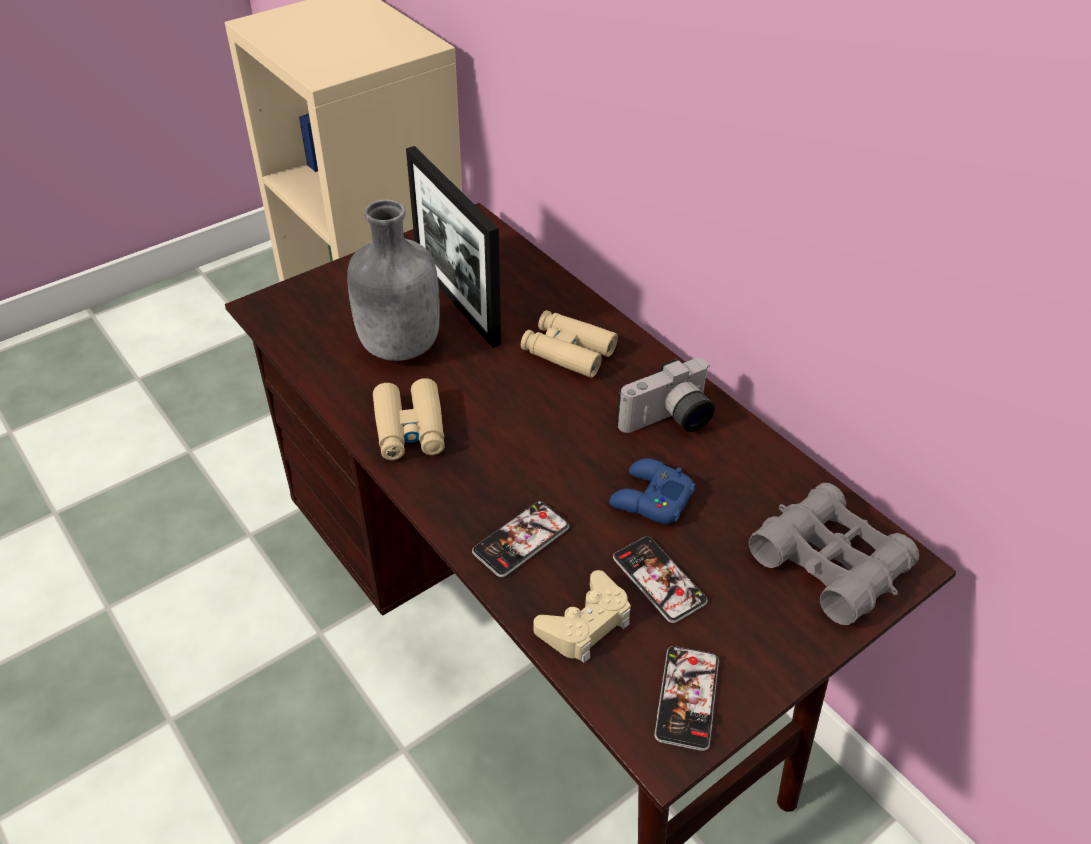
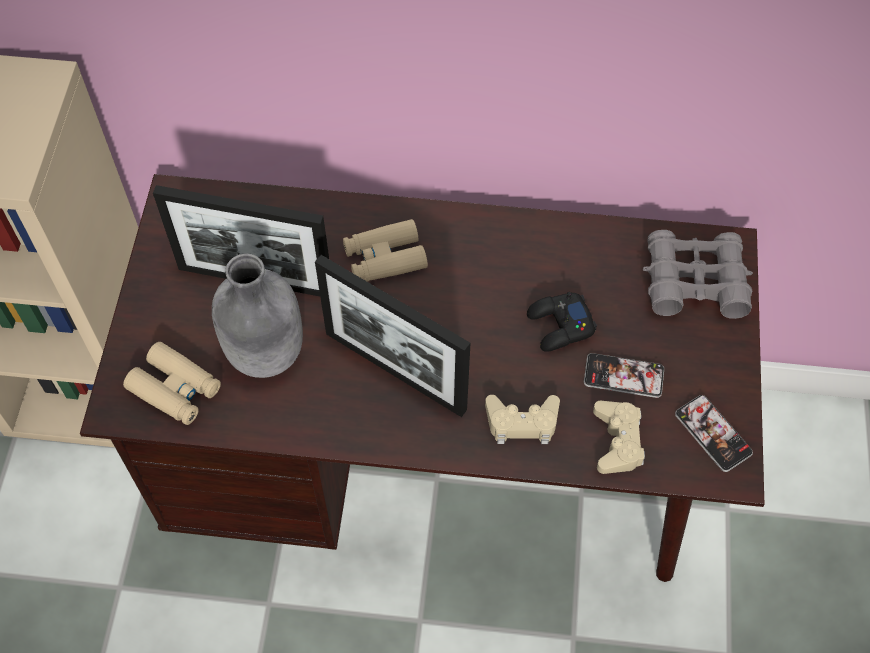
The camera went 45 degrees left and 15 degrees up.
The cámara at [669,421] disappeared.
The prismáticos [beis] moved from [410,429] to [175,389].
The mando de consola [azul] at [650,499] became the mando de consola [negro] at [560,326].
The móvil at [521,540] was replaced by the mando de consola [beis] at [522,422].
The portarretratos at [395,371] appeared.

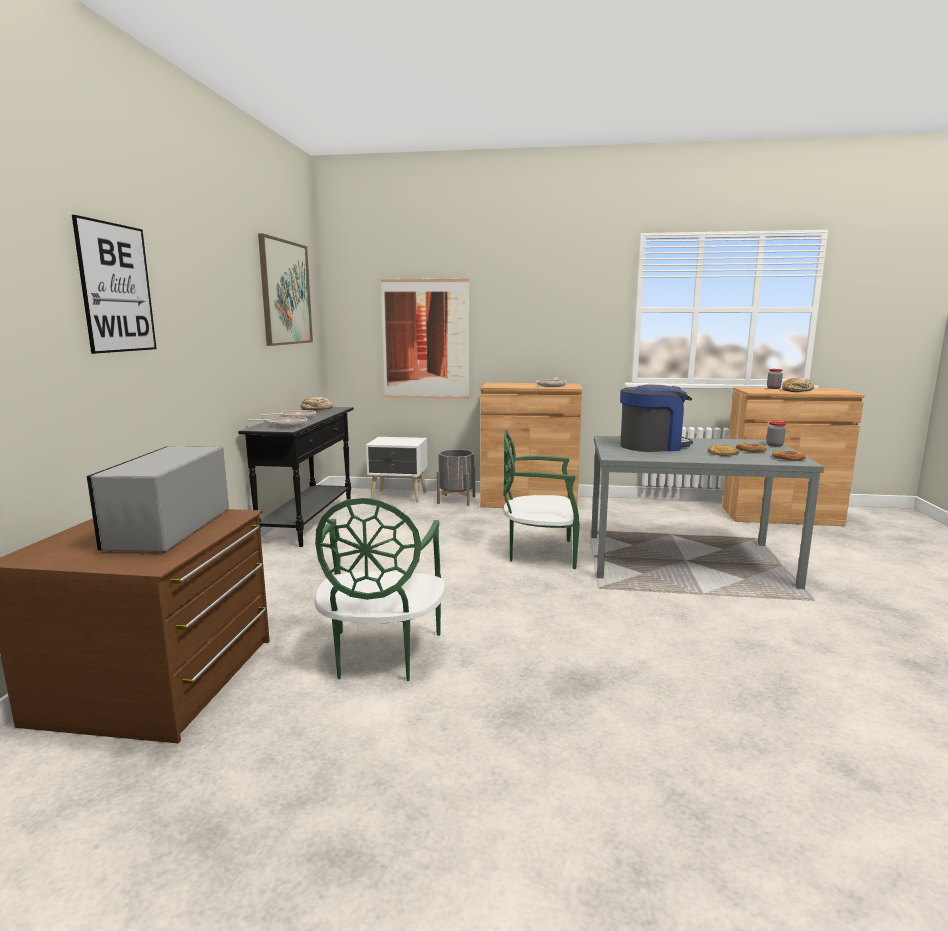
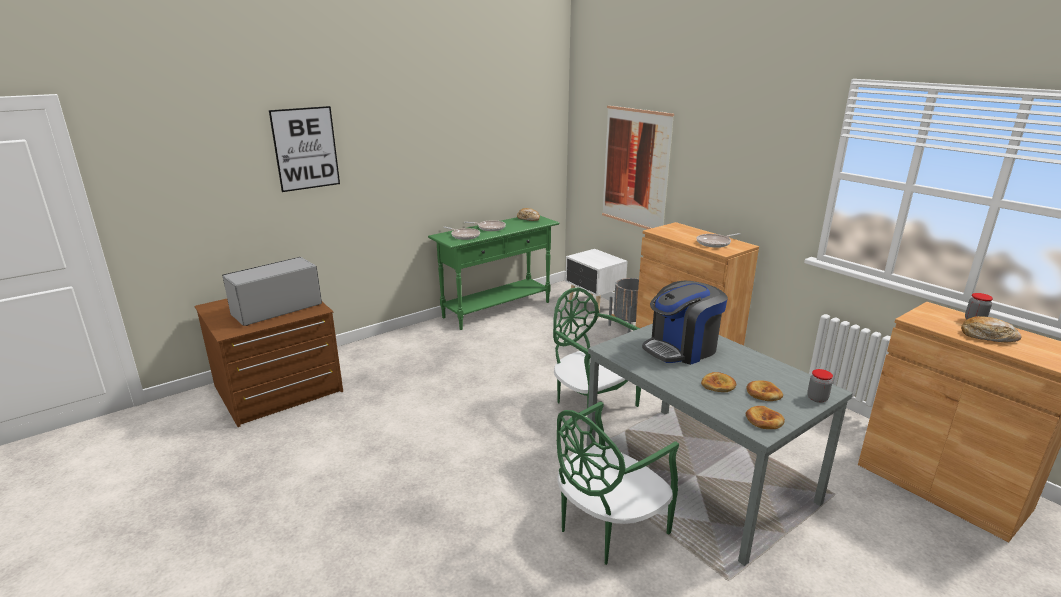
The camera went 45 degrees right and 10 degrees up.
The cuadro at [285,293] disappeared.
The cafetera at [652,446] turned 120 degrees clockwise.
The mesa consola [negro] at [309,522] became the mesa consola [verde] at [497,310].
The silla [verde] moved from [381,655] to [607,528].

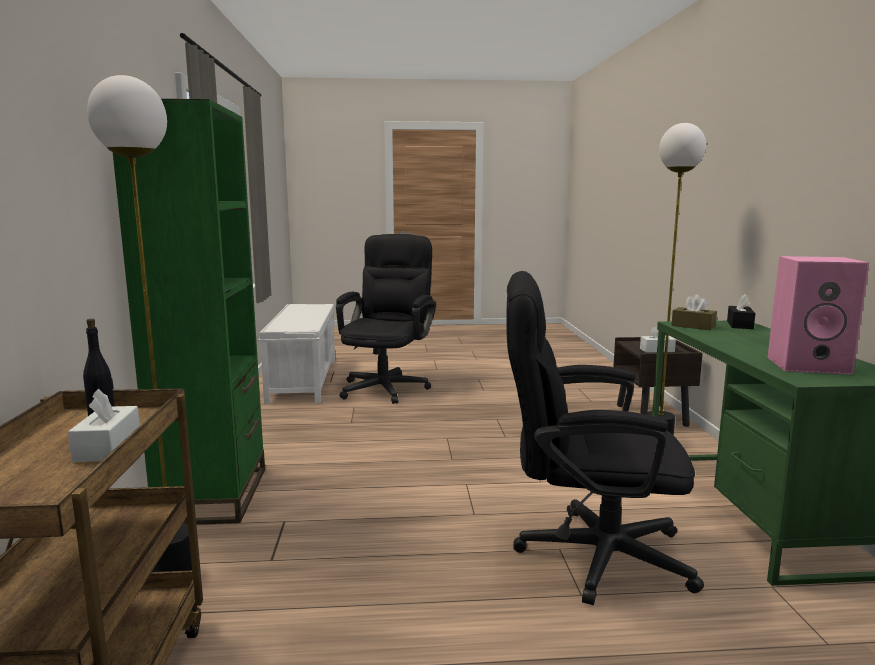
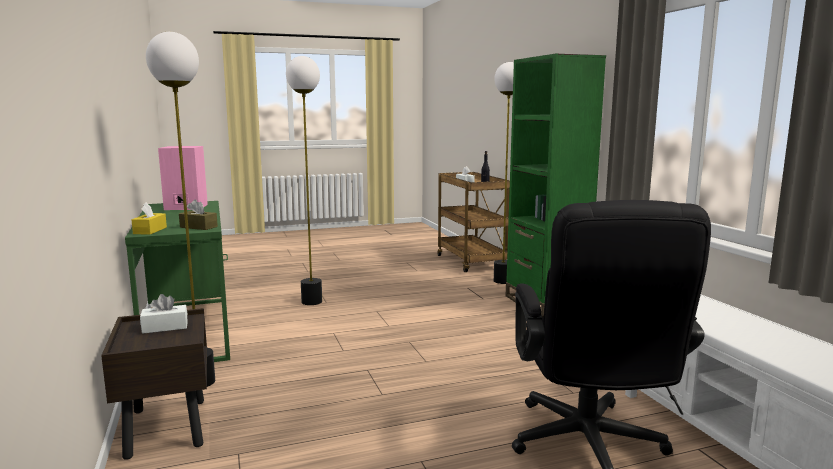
The camera went 165 degrees right and 0 degrees up.
The silla de oficina [negro] at [586,554] was replaced by the lámpara de pie at [312,302].
The caja de pañuelos [negro] at [739,325] became the caja de pañuelos [amarillo] at [150,230].

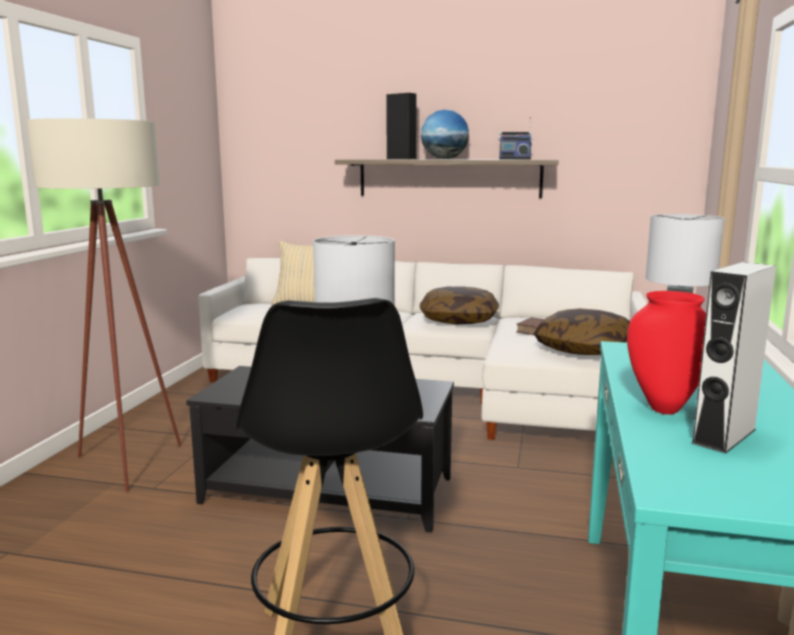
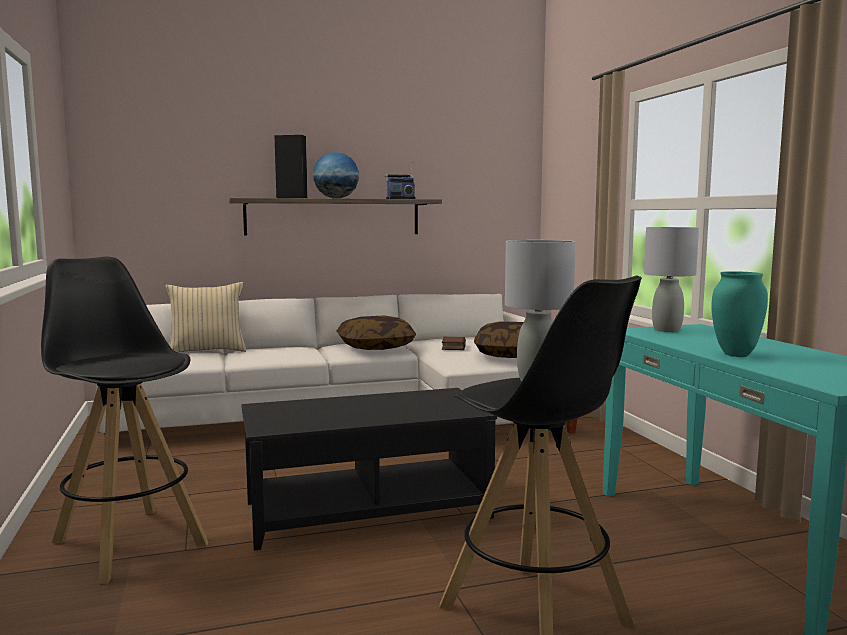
The camera went 30 degrees left and 5 degrees down.
The lámpara de pie [beis] at [128,469] was replaced by the taburete [negro] at [129,542].
The altavoz [gris] at [724,436] disappeared.
The florero [rojo] at [664,408] became the florero [turquesa] at [735,354].

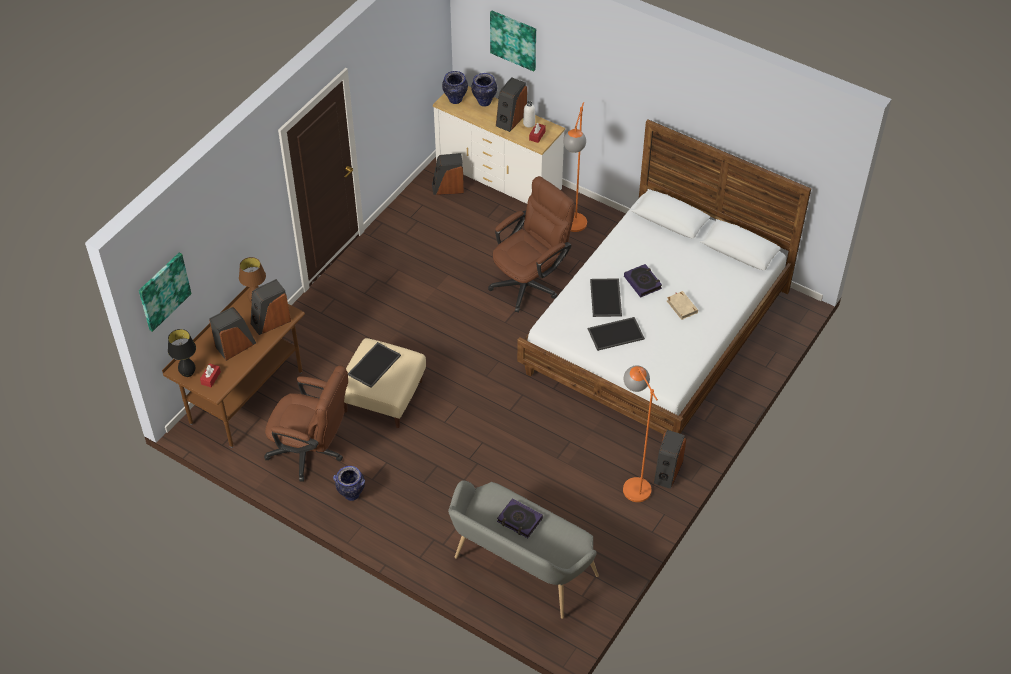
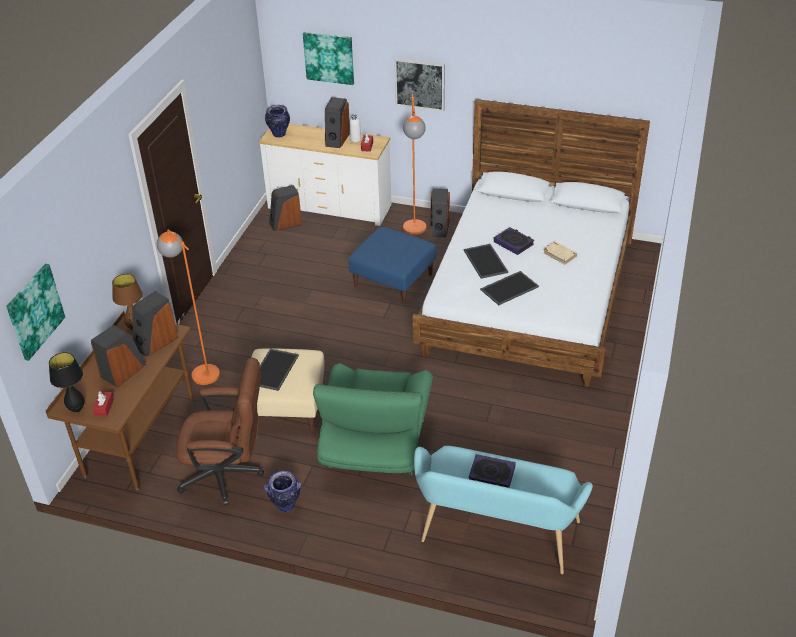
The camera went 15 degrees left and 10 degrees down.
The florero at [484,102] disappeared.
The silla de oficina [marrón] at [530,282] was replaced by the puf [azul] at [394,280].
The lámpara de pie [naranja] moved from [632,482] to [200,370].
The altavoz moved from [667,471] to [439,228].
The banco [gris] at [520,570] became the banco [turquesa] at [496,536].
The cuadro at [420,83] appeared.
The sillón [verde] at [375,446] appeared.

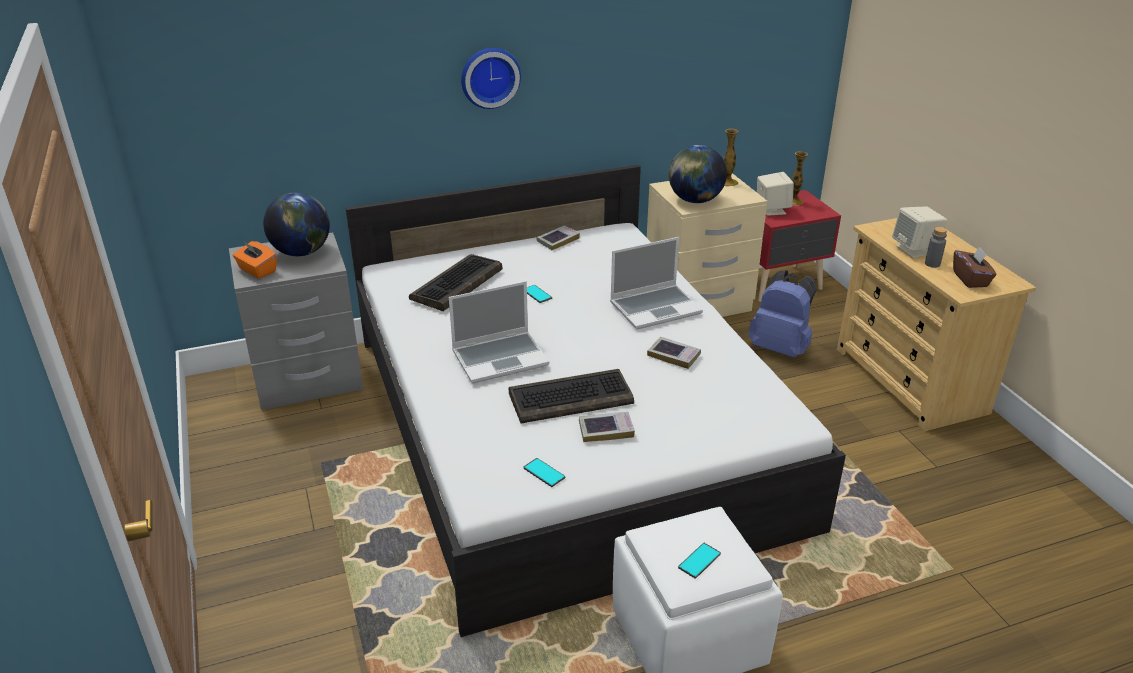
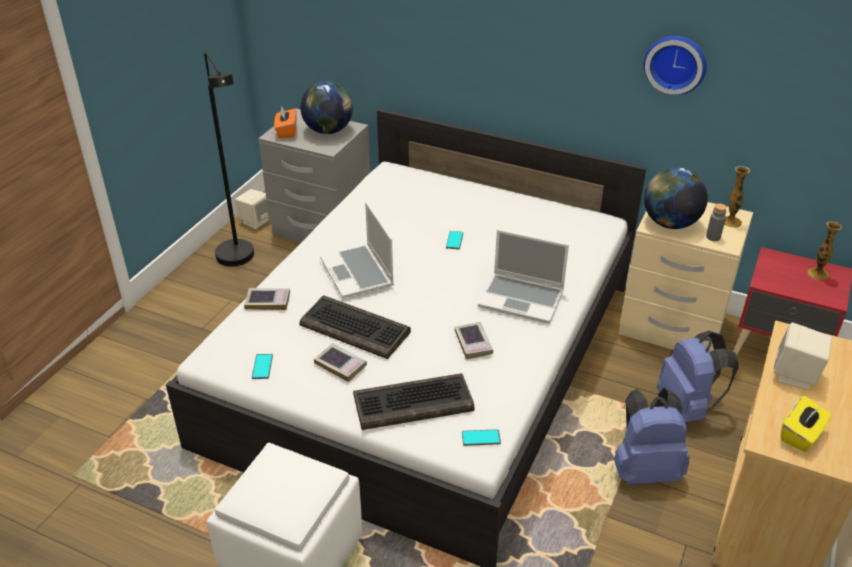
The camera went 45 degrees right and 5 degrees up.
The reloj de pared moved from [489,77] to [675,63].
The altavoz [beis] moved from [772,210] to [255,221].
The libro moved from [558,240] to [268,301].
The botella [gris] moved from [932,264] to [713,237].
The caja de pañuelos [marrón] at [970,279] became the caja de pañuelos [amarillo] at [801,435].
The teclado moved from [457,284] to [412,404].
The portátil at [501,358] turned 45 degrees clockwise.
The móvil moved from [699,561] to [481,438].
The lámpara de pie [negro] at [239,260] appeared.
The mochila [azul] at [645,469] appeared.

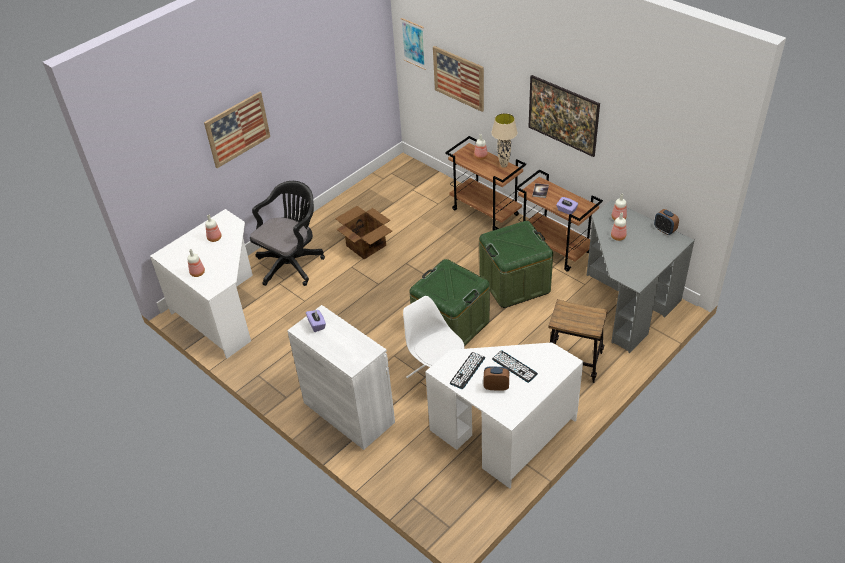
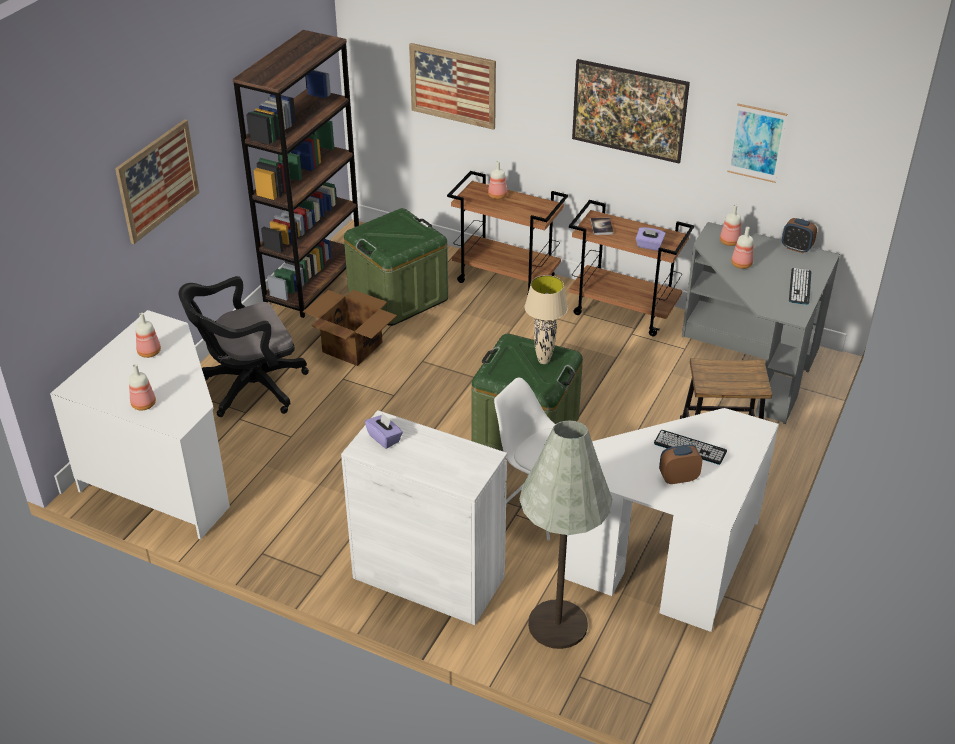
The camera went 20 degrees left and 5 degrees down.
The cuadro moved from [413,43] to [756,143].
The lámpara de mesa [beis] moved from [504,165] to [544,361].
The silla de oficina [negro] at [292,263] turned 135 degrees counterclockwise.
The caja de almacenaje [verde] moved from [514,283] to [398,297].
The teclado moved from [467,370] to [800,286].
The estantería [marrón] at [313,281] appeared.
The lámpara de pie [gris] at [558,625] appeared.

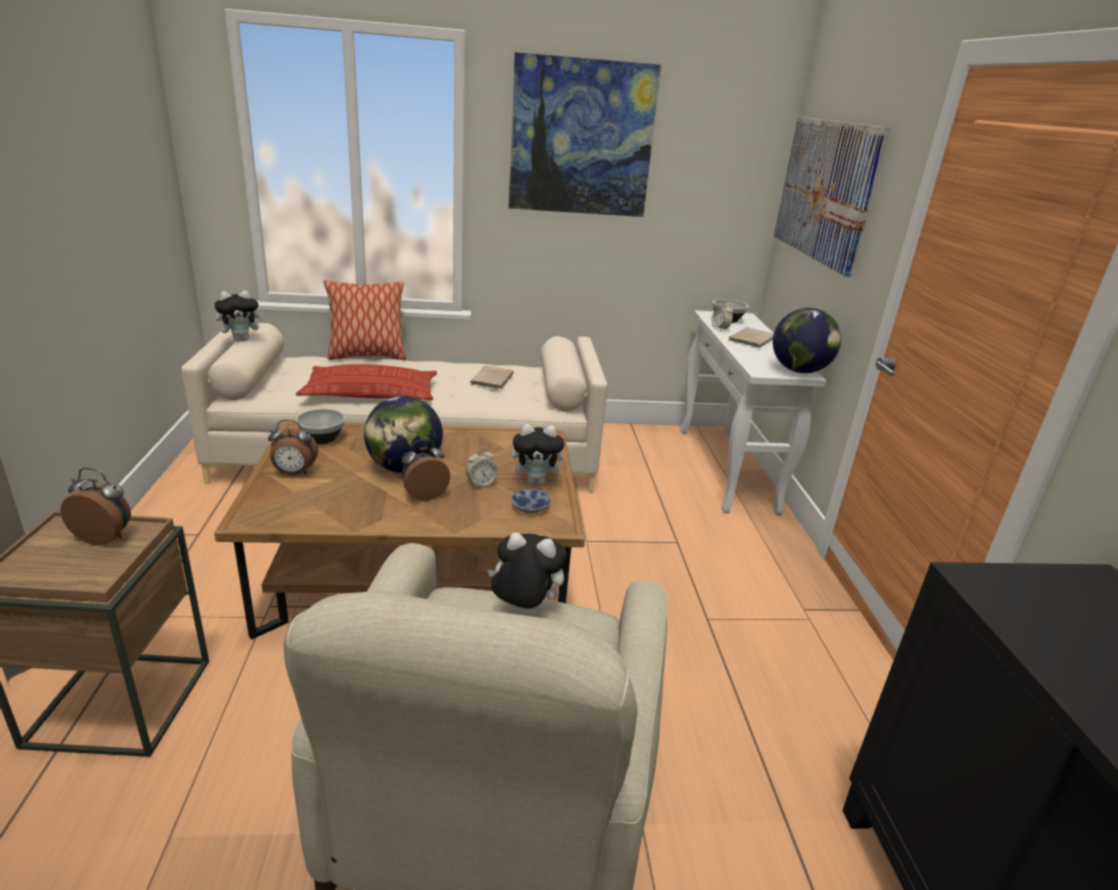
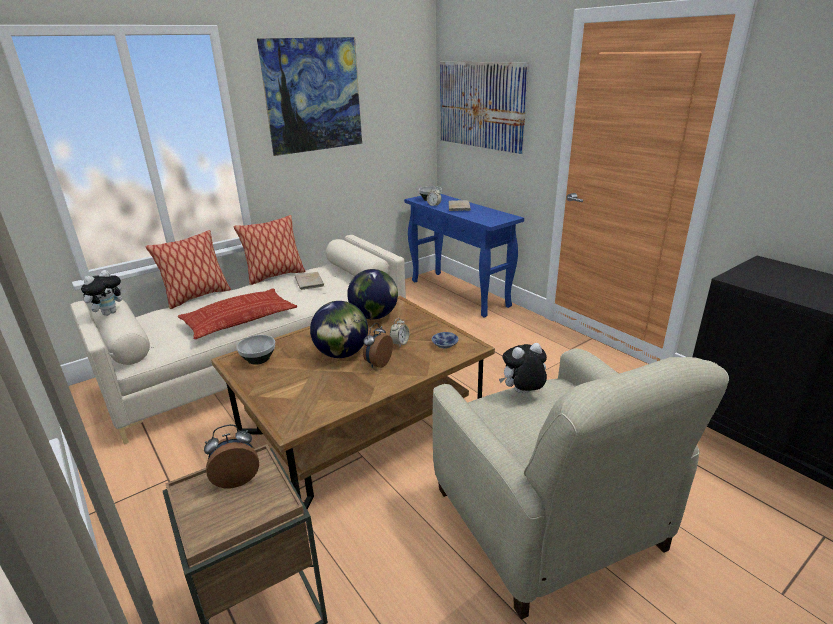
The camera went 30 degrees left and 0 degrees up.
The globo terráqueo moved from [798,371] to [374,316].
The mesa consola [blanco] at [727,470] became the mesa consola [azul] at [460,293].
The despertador at [294,473] disappeared.
The peluche at [537,481] disappeared.
The cojín at [275,276] appeared.

